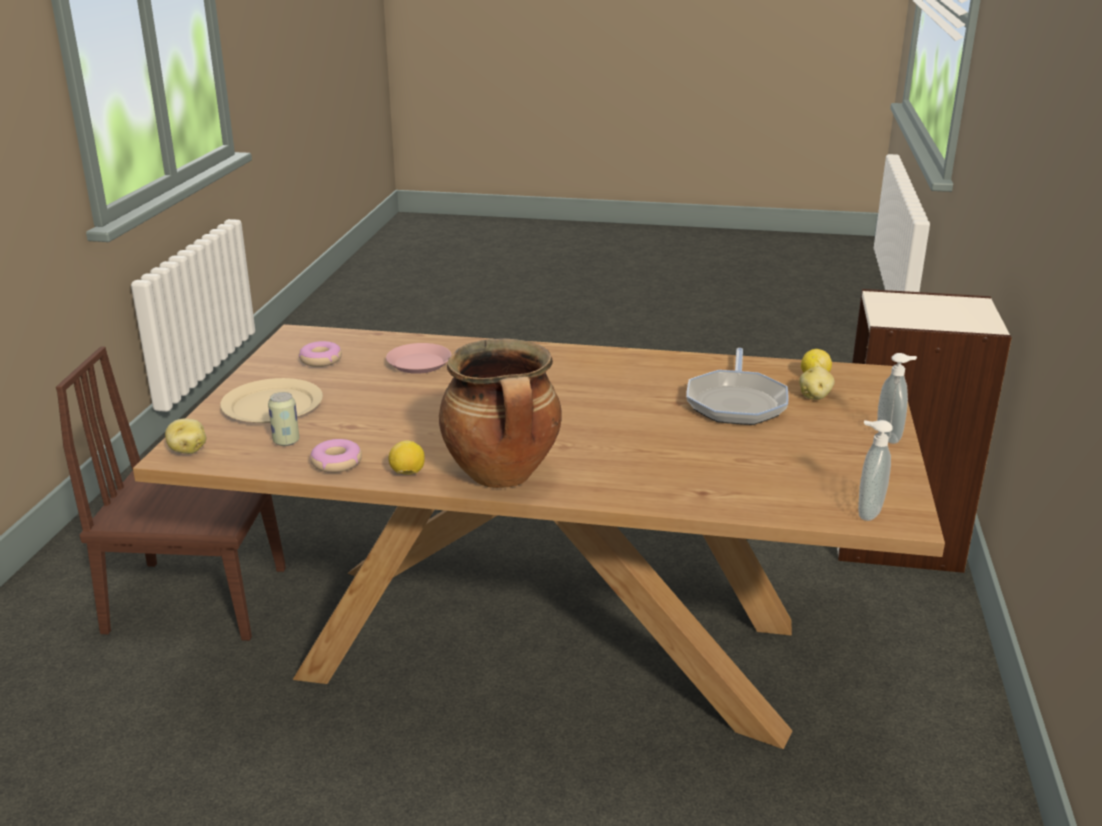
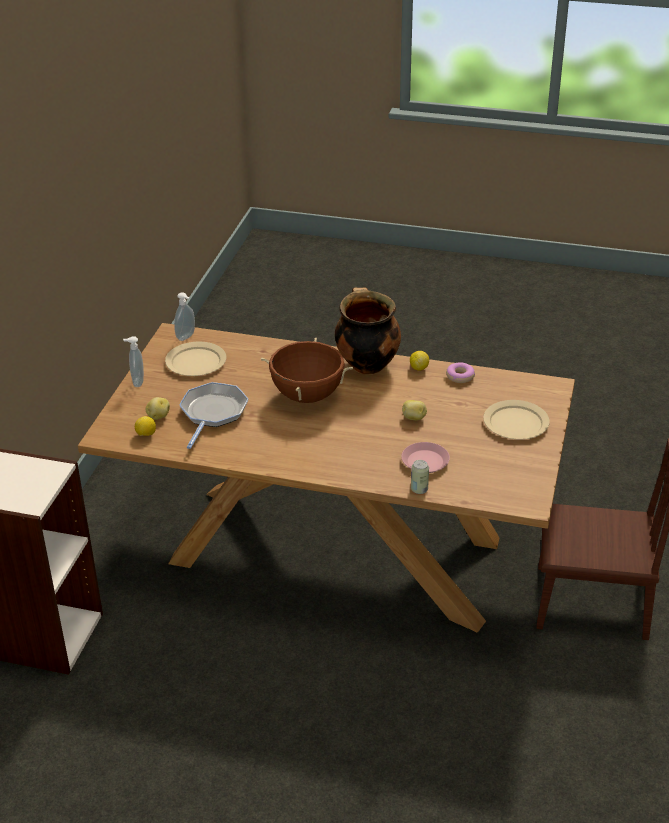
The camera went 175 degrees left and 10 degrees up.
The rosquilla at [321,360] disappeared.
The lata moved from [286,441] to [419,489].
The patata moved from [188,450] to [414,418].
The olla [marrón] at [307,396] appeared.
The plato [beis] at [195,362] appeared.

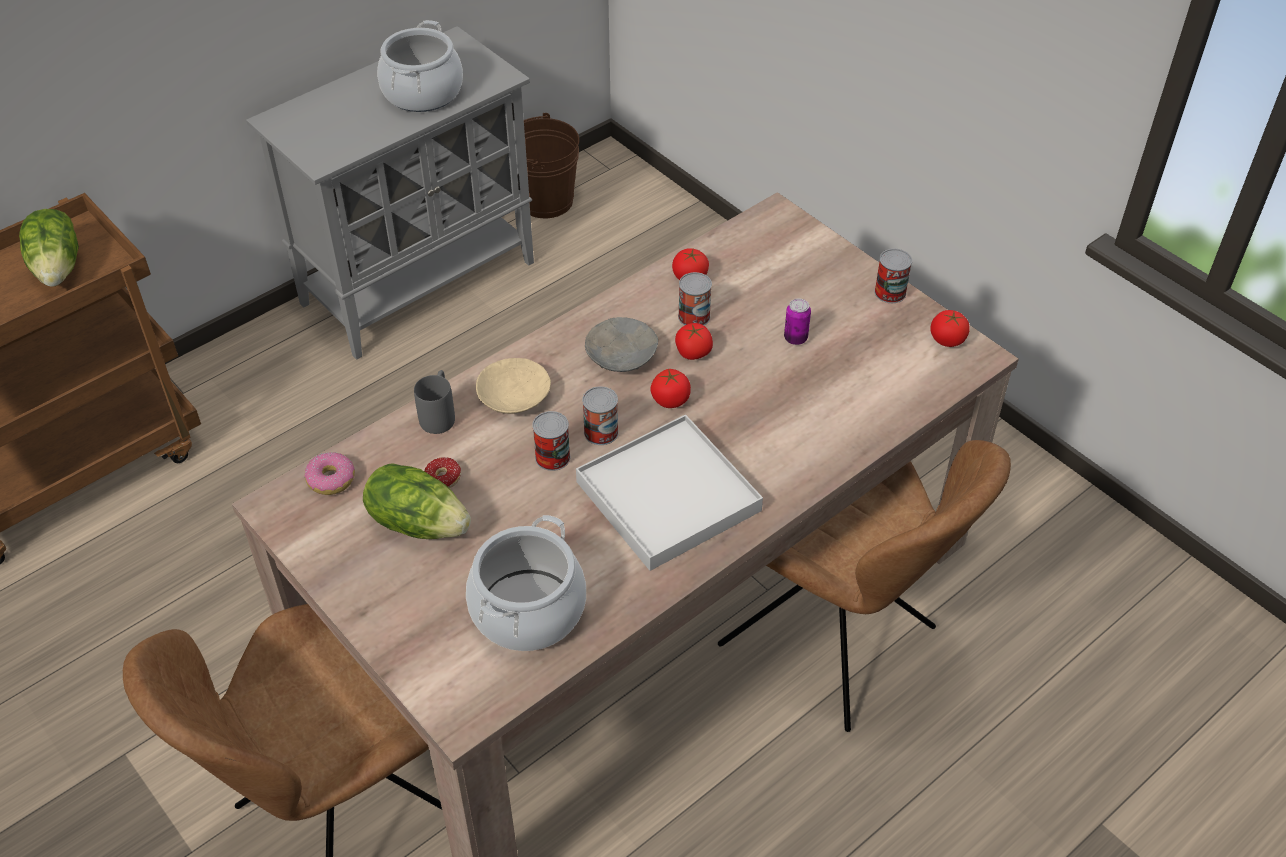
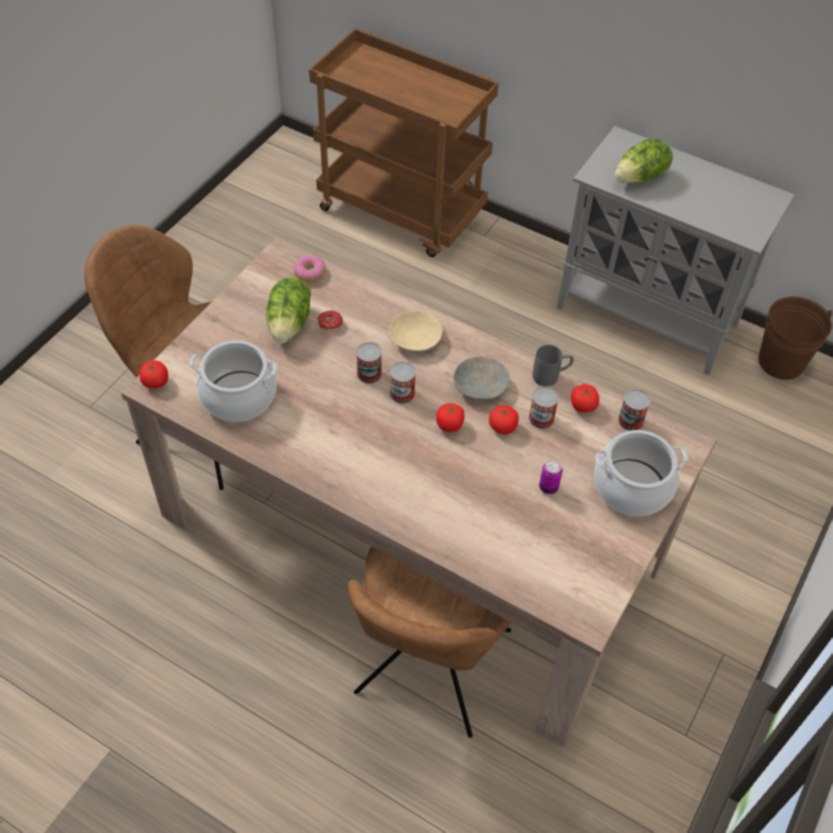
The camera went 70 degrees right and 5 degrees up.
The olla moved from [422,92] to [632,487].
The lechuga moved from [59,267] to [641,177].
The lata moved from [890,292] to [630,421].
The tomate moved from [947,339] to [155,382].
The taza grande [gris] moved from [439,414] to [551,376].
The bandeja [blanco] at [667,496] disappeared.

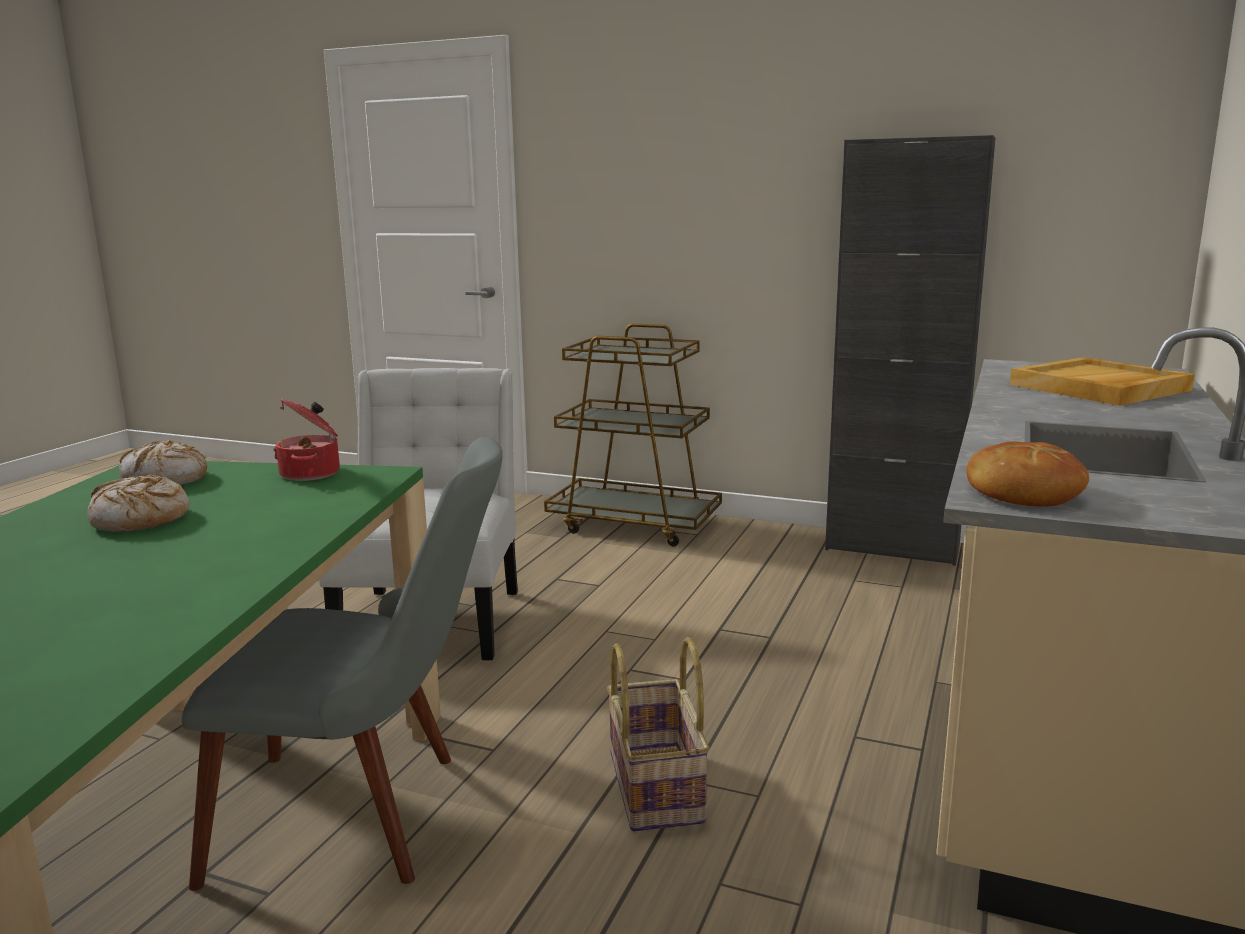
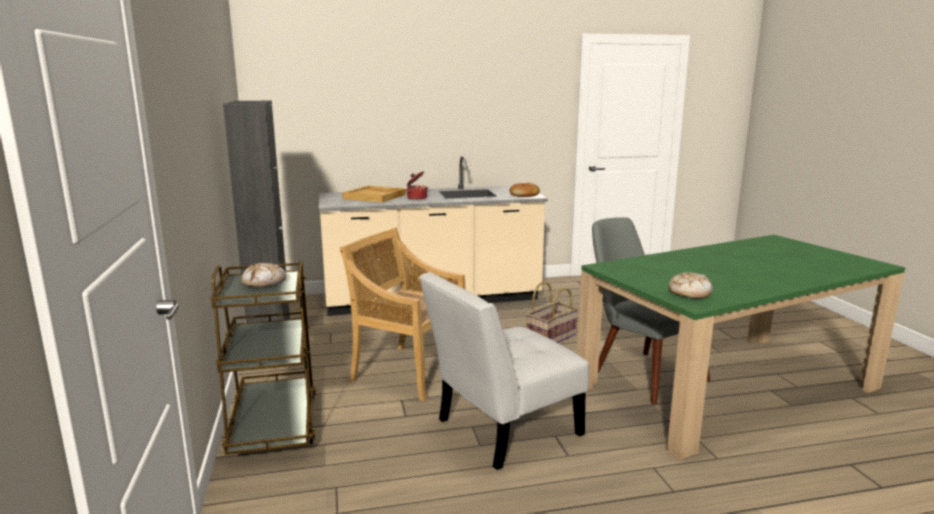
The camera went 125 degrees left and 0 degrees up.
The olla moved from [312,473] to [416,198].
The pan moved from [140,520] to [264,282].
The silla [beis] at [408,372] appeared.

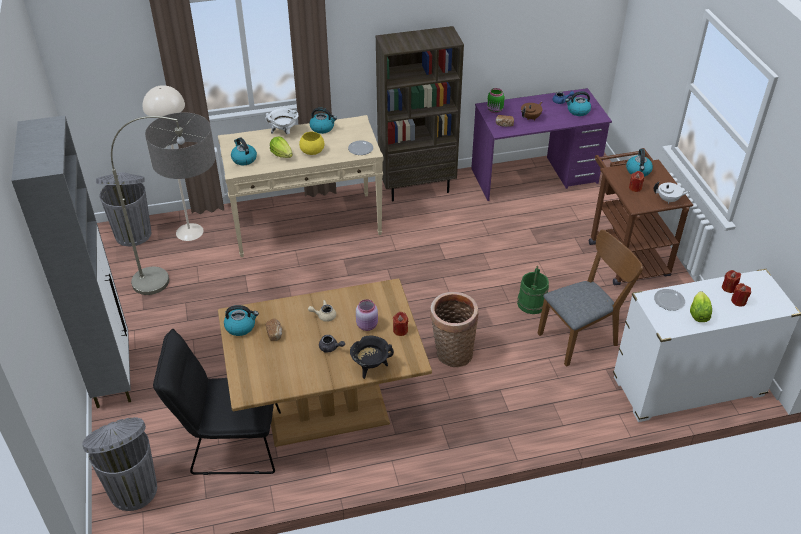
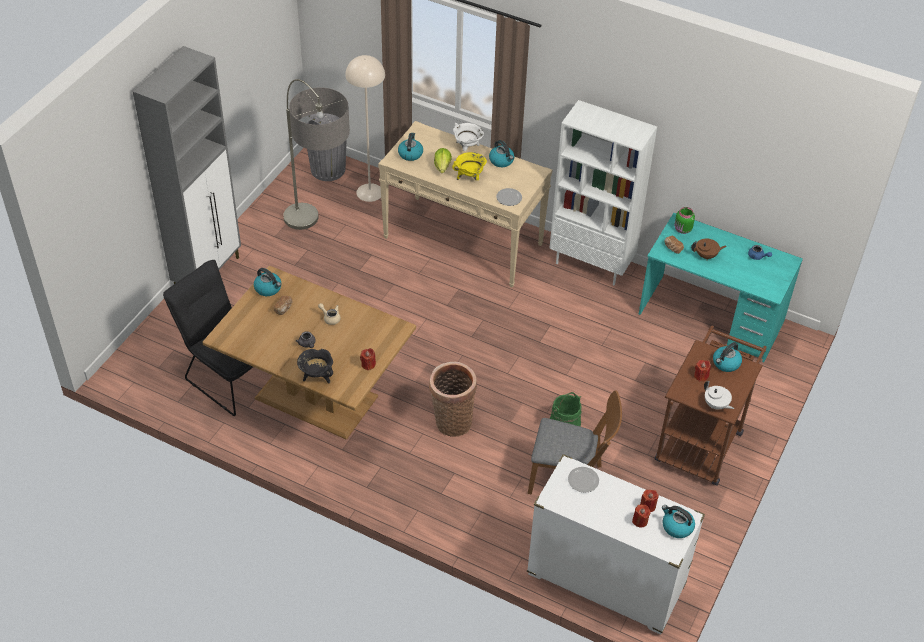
The camera went 40 degrees right and 5 degrees up.
The estantería [marrón] at [417,187] became the estantería [blanco] at [592,264].
The escritorio [morado] at [534,176] became the escritorio [turquesa] at [711,318].
The hervidor moved from [578,111] to [676,527].
The cuenco [amarillo] at [313,151] was replaced by the olla [amarillo] at [470,177].
The lechuga at [698,314] disappeared.
The tarro [rosa] at [367,325] disappeared.
The papelera [gris] at [133,489] disappeared.

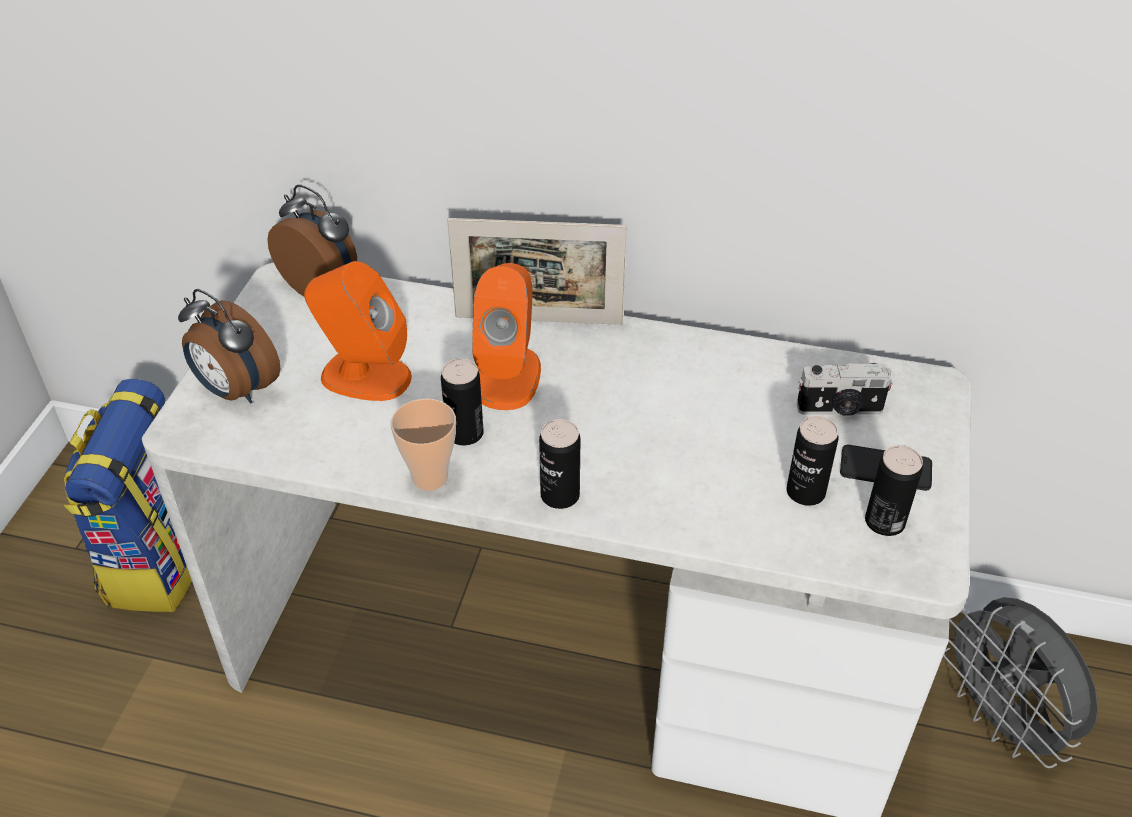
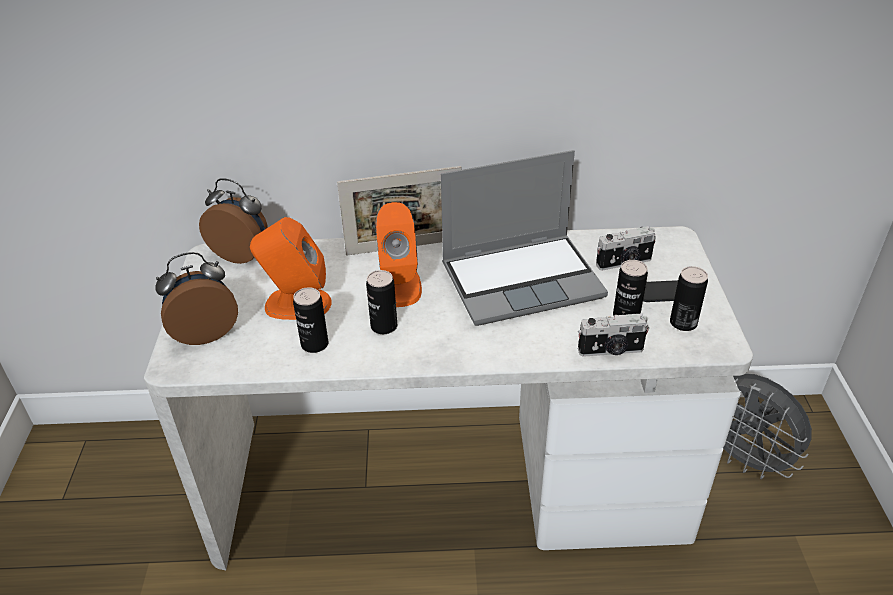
The camera went 15 degrees left and 5 degrees down.
The despertador at [236,390] turned 135 degrees clockwise.
The mochila at [158,558] disappeared.
The taza at [430,477] disappeared.
The lata moved from [560,495] to [314,344].
The portátil at [523,279] appeared.
The cámara at [611,351] appeared.

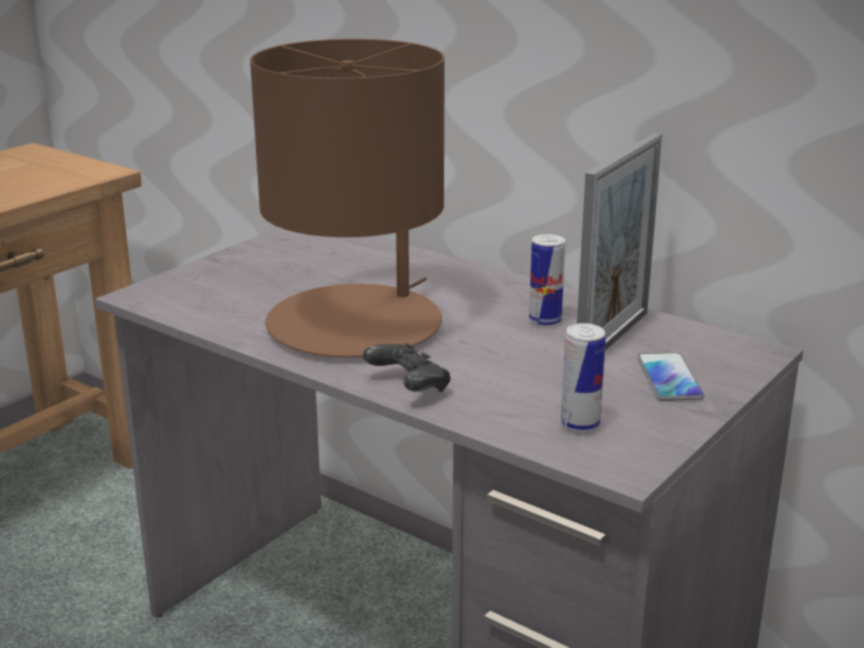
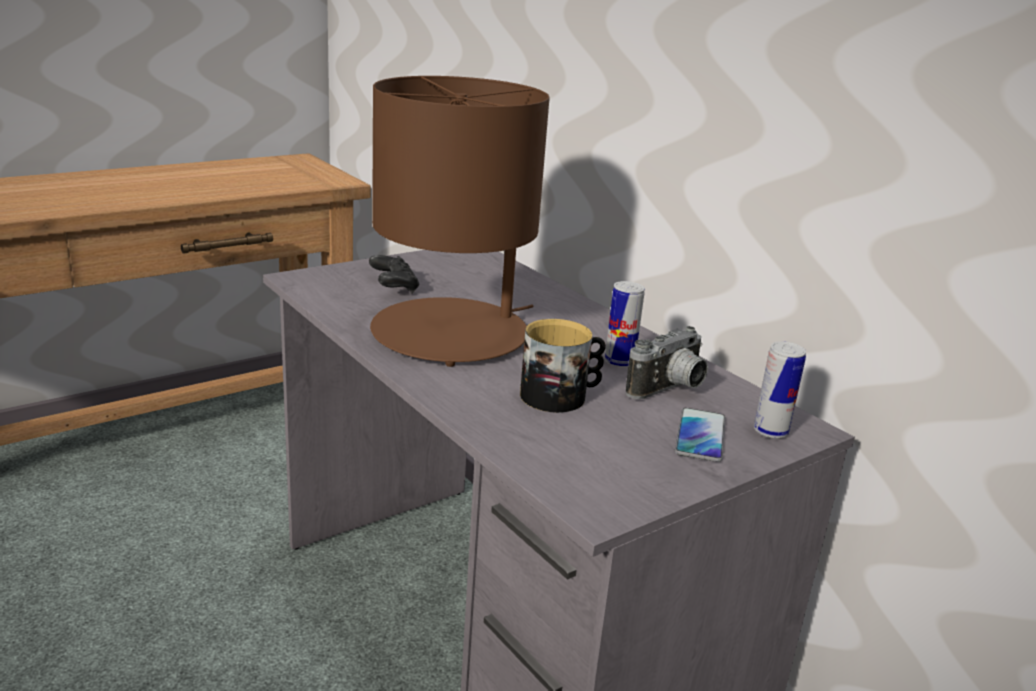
The camera went 15 degrees right and 0 degrees up.
The portarretratos at [612,339] was replaced by the cámara at [670,390].
The lata moved from [580,425] to [770,431].
The mando de consola [negro] moved from [408,386] to [394,287].
The taza grande at [560,396] appeared.

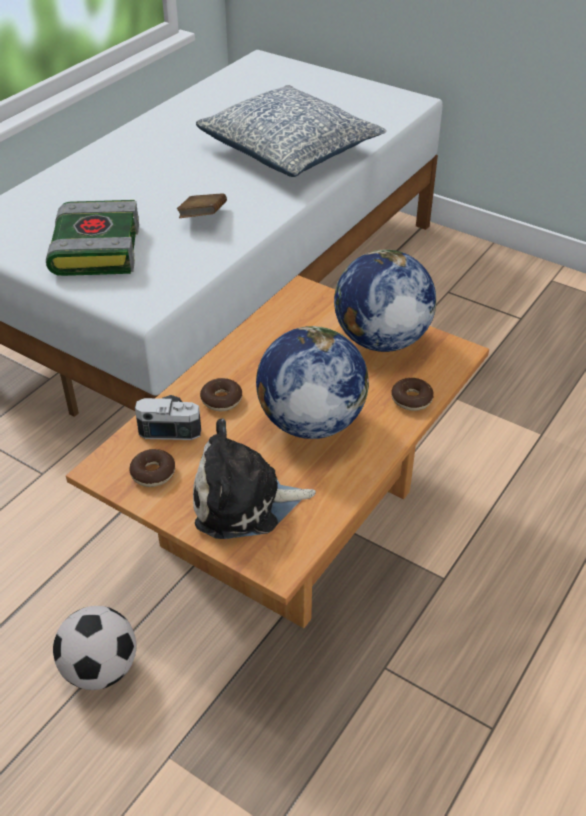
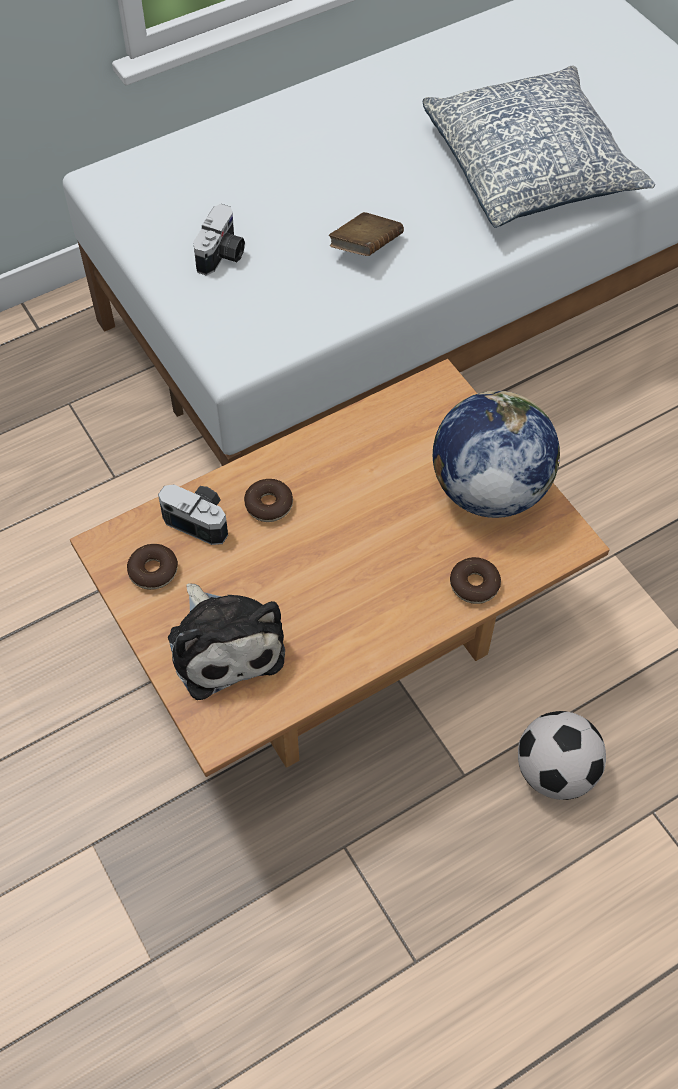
The camera went 25 degrees right and 15 degrees up.
The libro at [95,249] was replaced by the cámara at [223,255].
The globo terráqueo at [310,422] disappeared.
The peluche at [244,502] turned 135 degrees counterclockwise.
The balón de fútbol moved from [100,669] to [555,771].

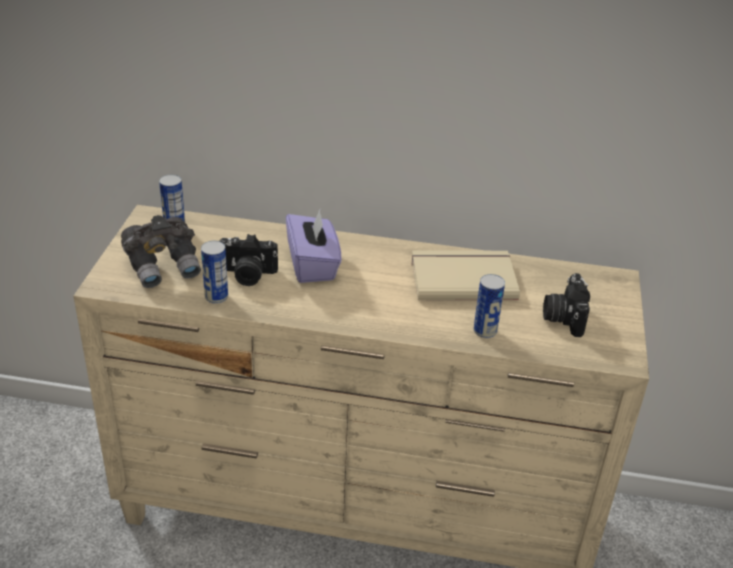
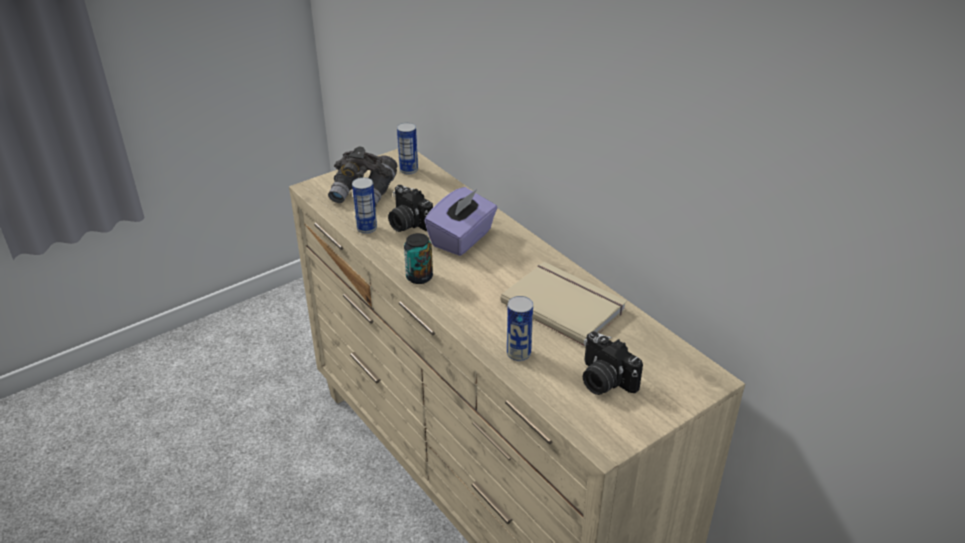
The camera went 45 degrees right and 0 degrees up.
The cámara at [563,317] turned 90 degrees counterclockwise.
The lata at [419,277] appeared.

